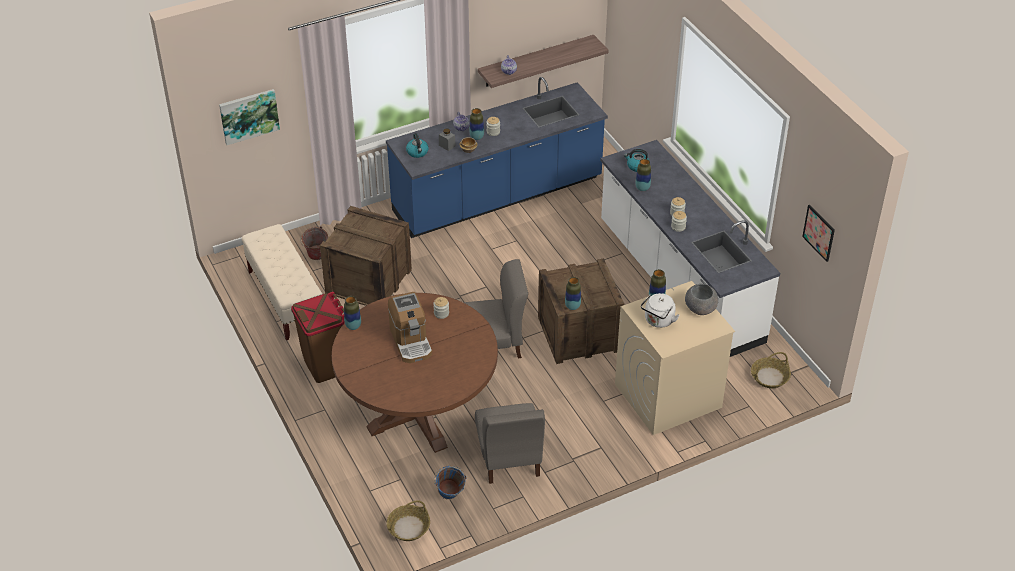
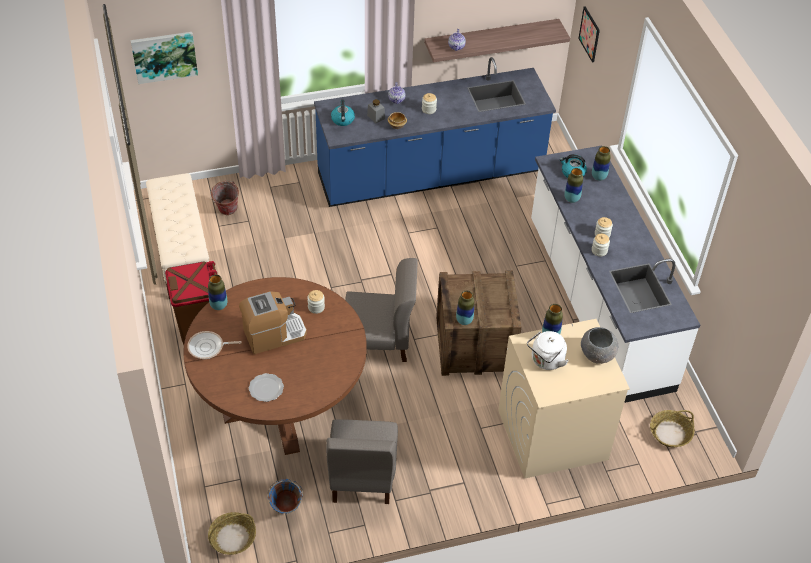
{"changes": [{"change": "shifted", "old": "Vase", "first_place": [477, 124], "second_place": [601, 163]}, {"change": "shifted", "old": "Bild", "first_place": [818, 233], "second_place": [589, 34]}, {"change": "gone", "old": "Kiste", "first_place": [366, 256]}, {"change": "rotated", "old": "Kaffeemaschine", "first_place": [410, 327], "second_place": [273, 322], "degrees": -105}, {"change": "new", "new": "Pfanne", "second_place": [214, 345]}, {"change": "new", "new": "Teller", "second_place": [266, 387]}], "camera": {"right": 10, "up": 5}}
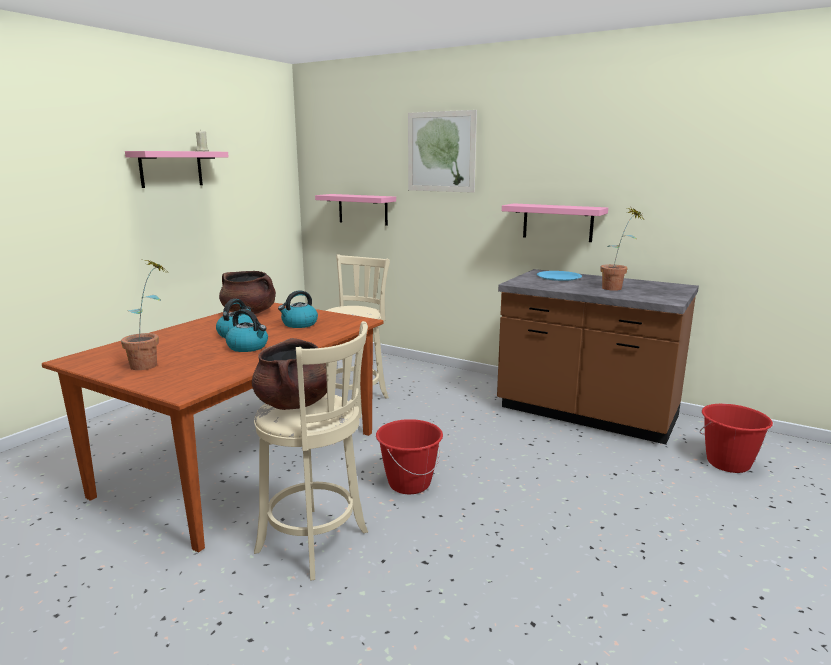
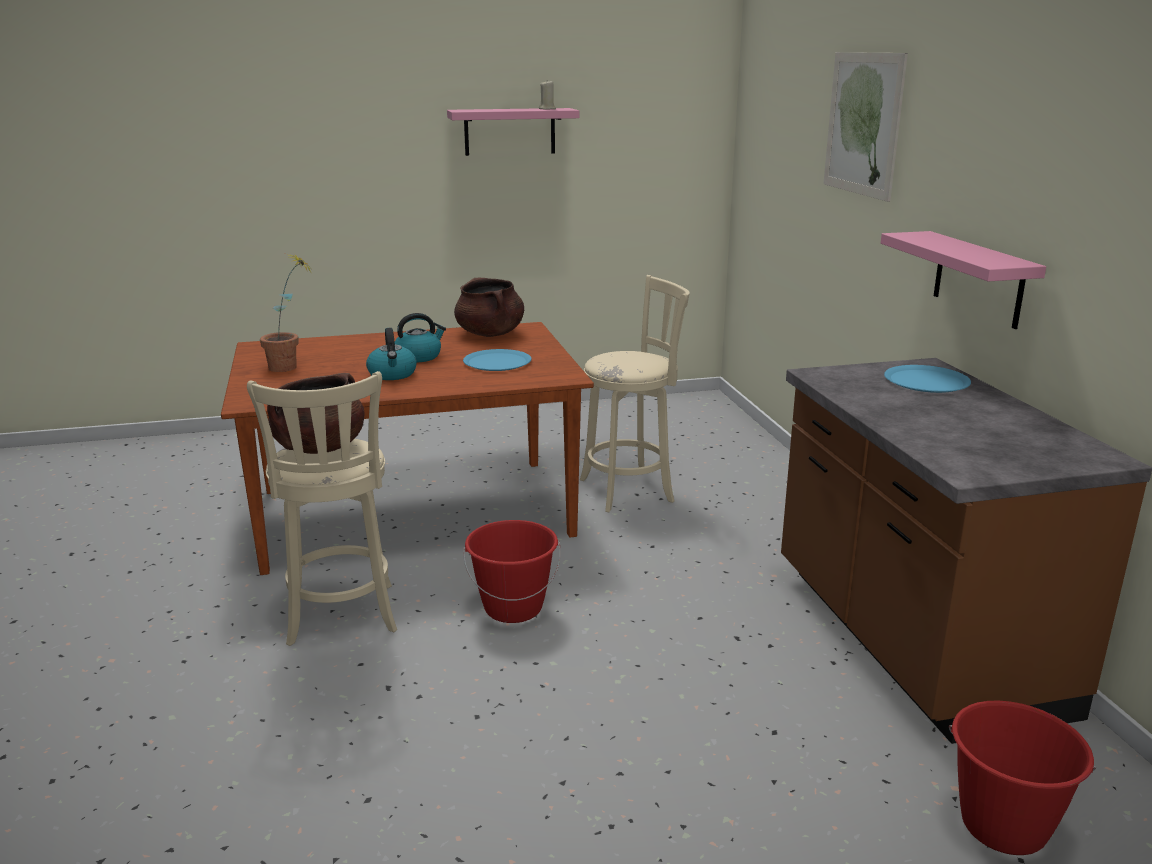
{"changes": [{"change": "gone", "old": "Wandregal (rosa)", "first_place": [355, 210]}, {"change": "gone", "old": "Topfpflanze", "first_place": [622, 249]}, {"change": "swapped", "old": "Wasserkessel", "new": "Teller (blau)", "first_place": [298, 309], "second_place": [497, 360]}], "camera": {"right": 45, "up": 5}}
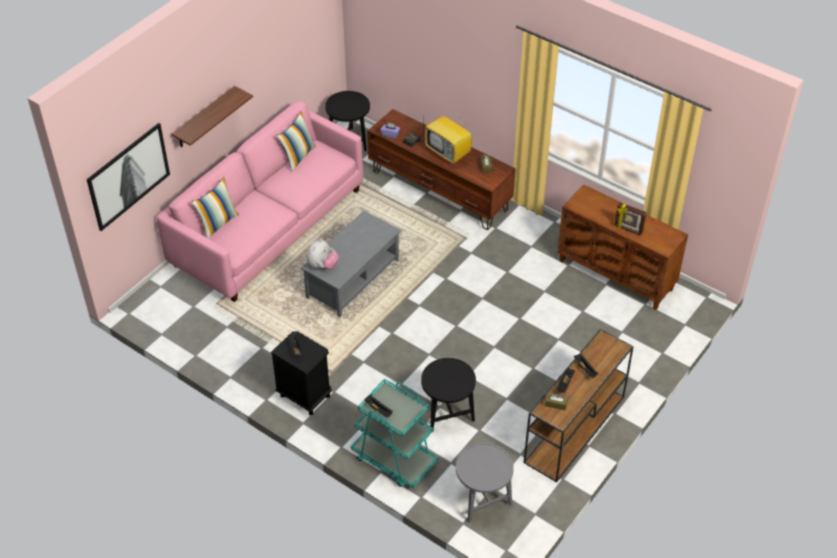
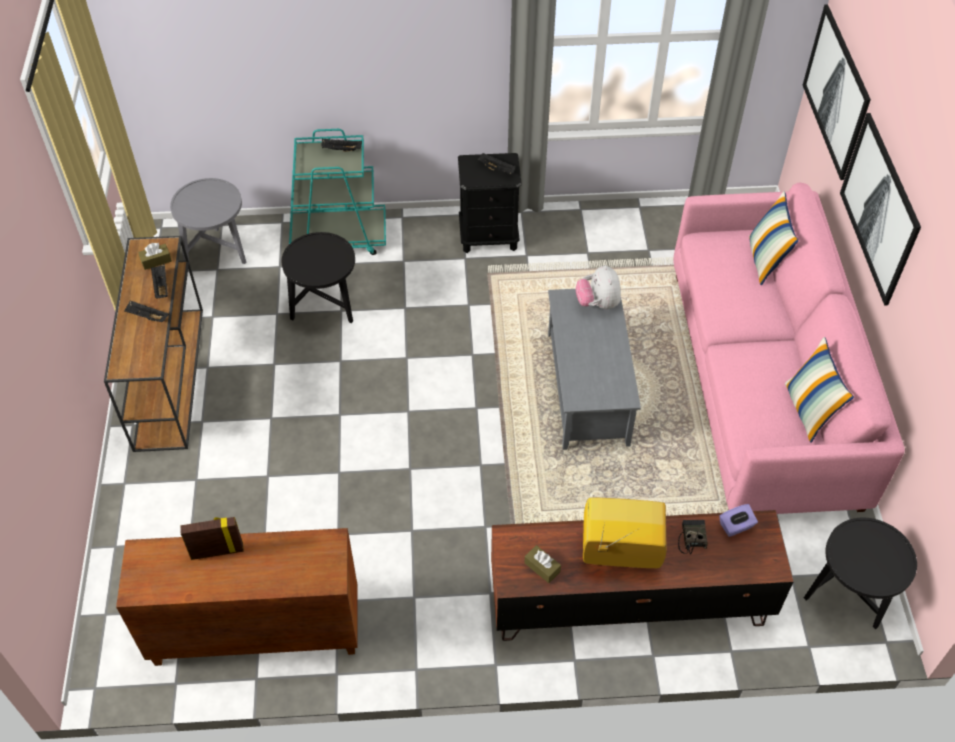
{"changes": [{"change": "swapped", "old": "Wandregal", "new": "Bild", "first_place": [212, 117], "second_place": [880, 209]}], "camera": {"right": 140, "up": 5}}
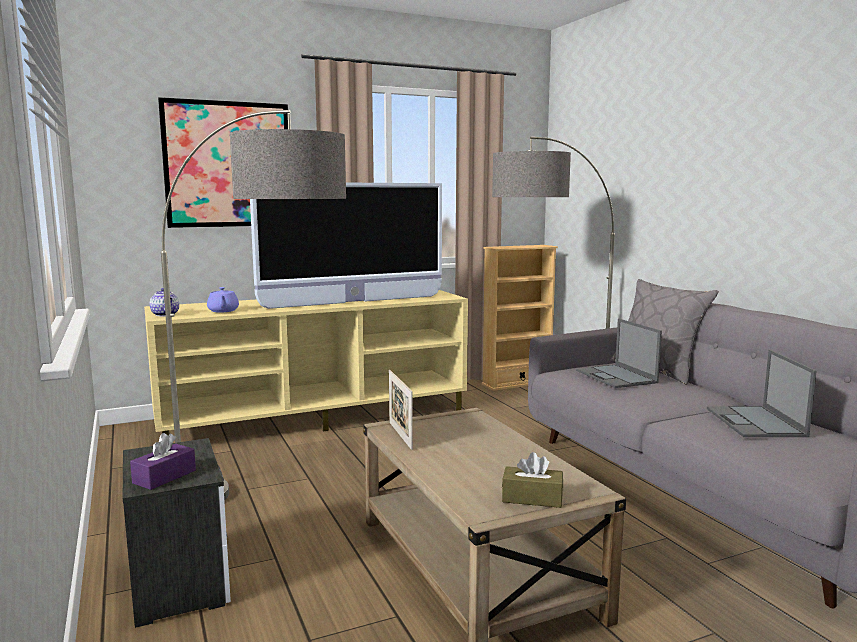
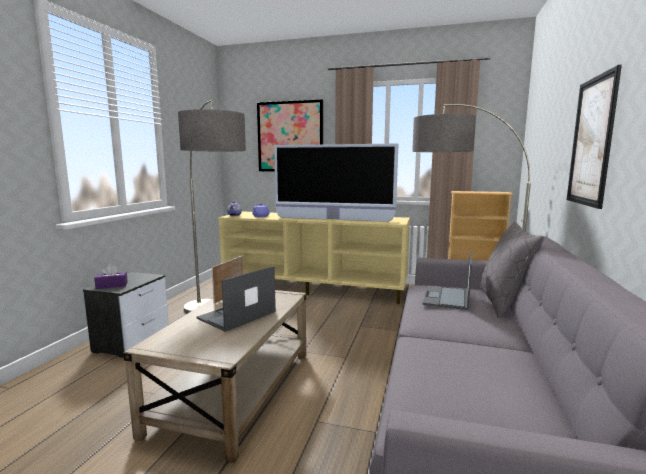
{"changes": [{"change": "shifted", "old": "Laptop", "first_place": [762, 393], "second_place": [236, 299]}, {"change": "gone", "old": "Taschentuchbox (braun)", "first_place": [532, 480]}, {"change": "new", "new": "Bild", "second_place": [594, 137]}], "camera": {"right": 40, "up": 0}}
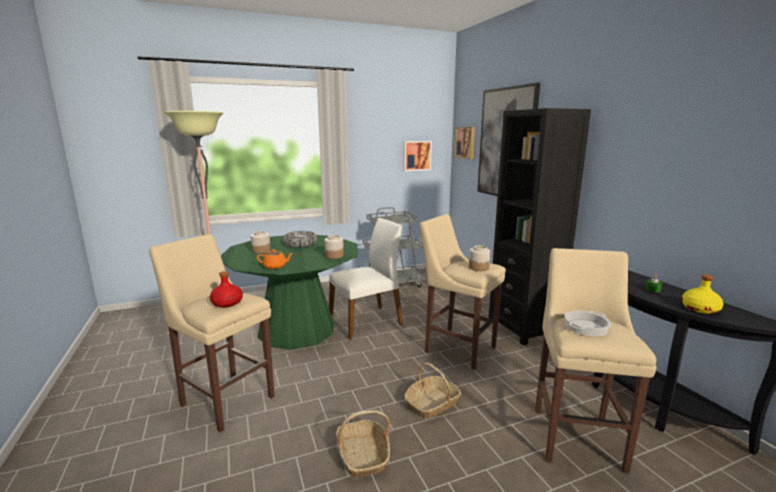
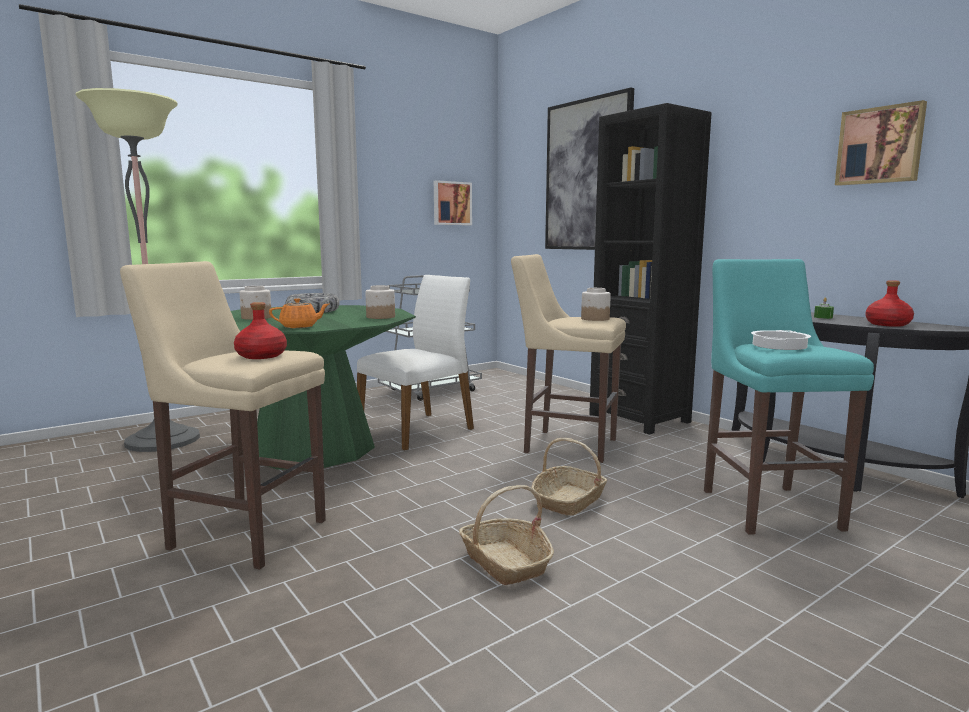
{"changes": [{"change": "shifted", "old": "Bild", "first_place": [464, 143], "second_place": [881, 143]}, {"change": "repainted", "old": "Hocker (beige)", "new": "Hocker (türkis)", "first_place": [595, 361], "second_place": [789, 397]}, {"change": "repainted", "old": "Flasche (gelb)", "new": "Flasche (rot)", "first_place": [703, 294], "second_place": [889, 303]}], "camera": {"right": -15, "up": -5}}
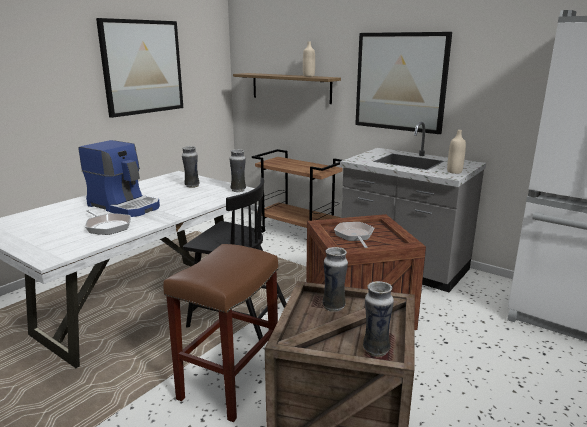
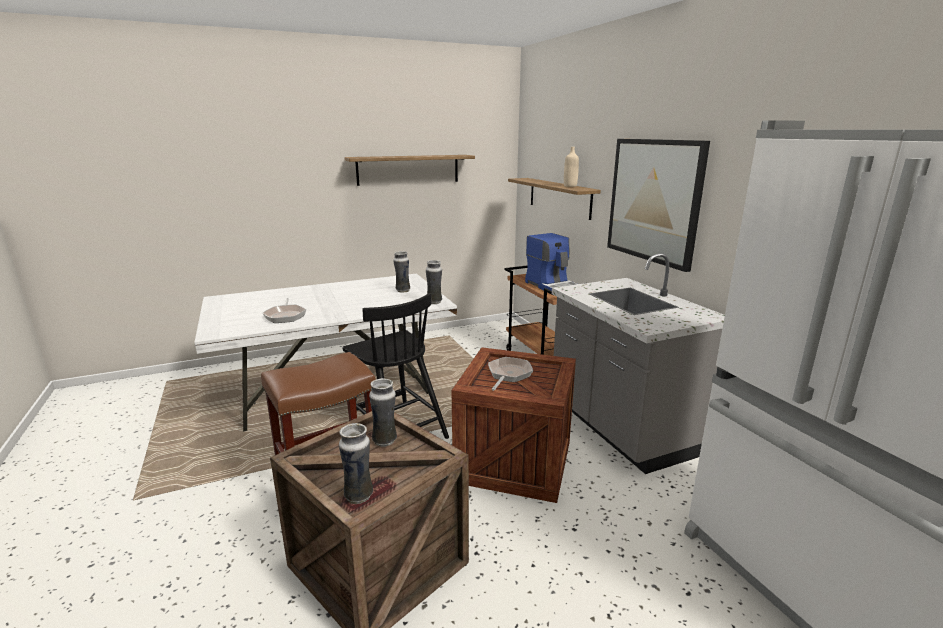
{"changes": [{"change": "swapped", "old": "Bild", "new": "Wandregal", "first_place": [139, 68], "second_place": [409, 170]}, {"change": "gone", "old": "Flasche (beige)", "first_place": [456, 152]}, {"change": "shifted", "old": "Kaffeemaschine", "first_place": [119, 178], "second_place": [551, 262]}], "camera": {"right": 30, "up": 0}}
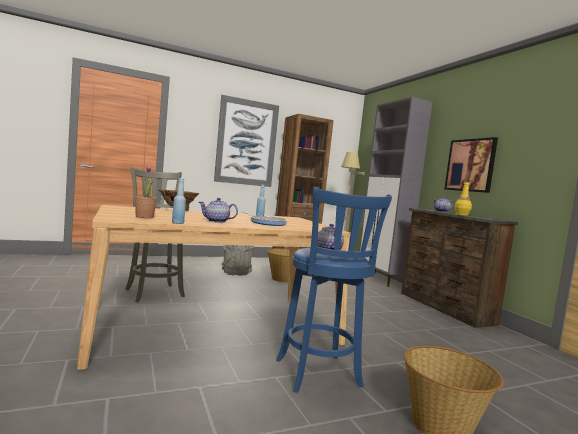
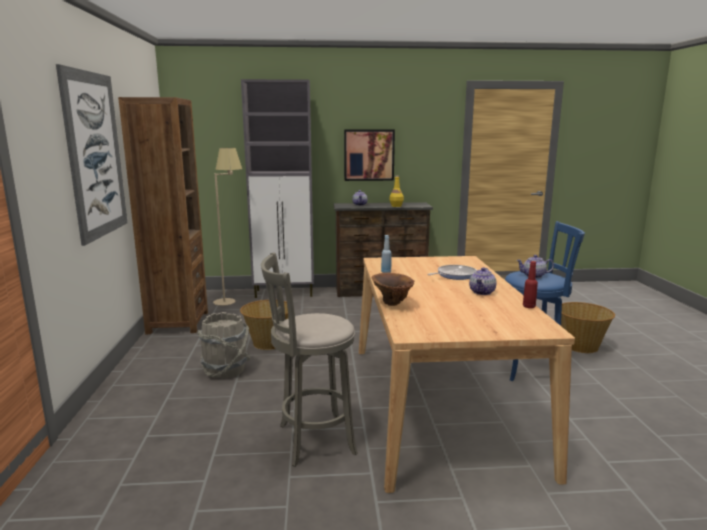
{"changes": [{"change": "gone", "old": "Topfpflanze", "first_place": [146, 192]}, {"change": "repainted", "old": "Flasche (blau)", "new": "Flasche (rot)", "first_place": [179, 201], "second_place": [530, 284]}], "camera": {"right": -70, "up": 10}}
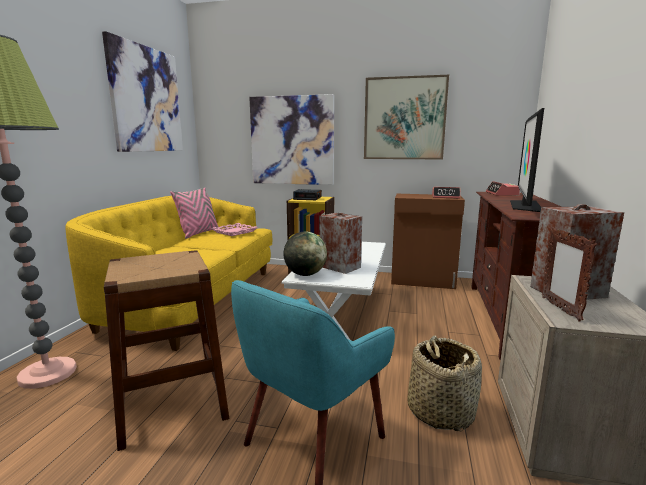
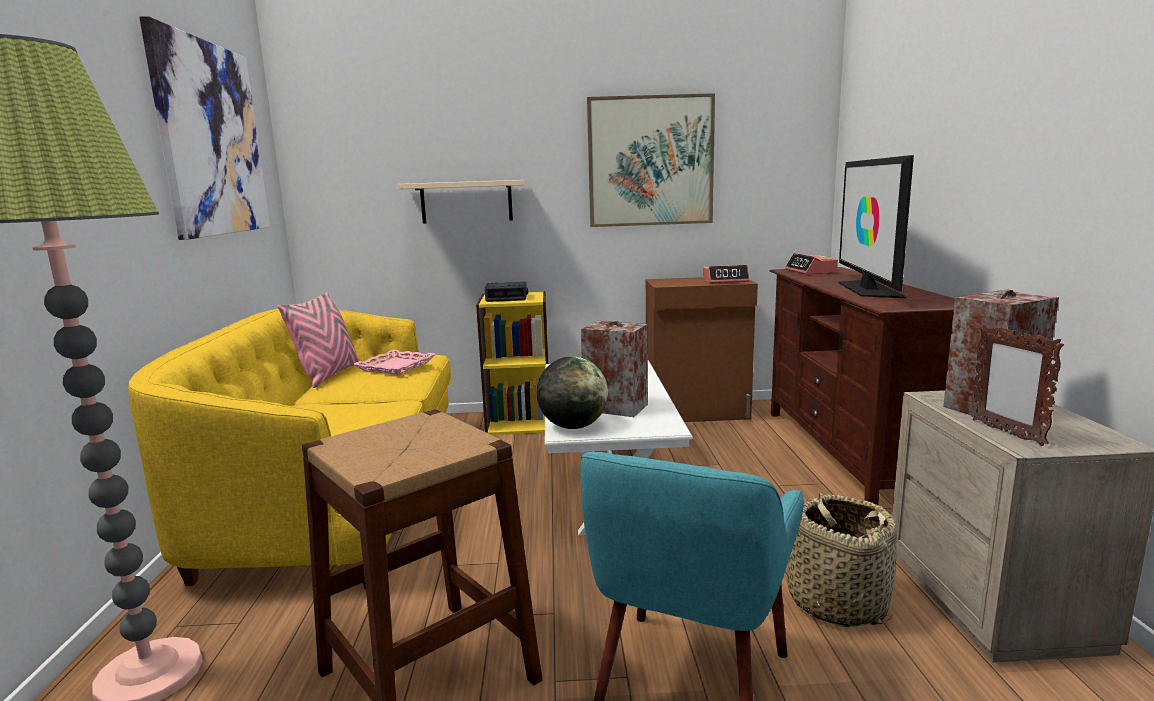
{"changes": [{"change": "swapped", "old": "Bild", "new": "Wandregal (beige)", "first_place": [291, 139], "second_place": [461, 202]}], "camera": {"right": -15, "up": 0}}
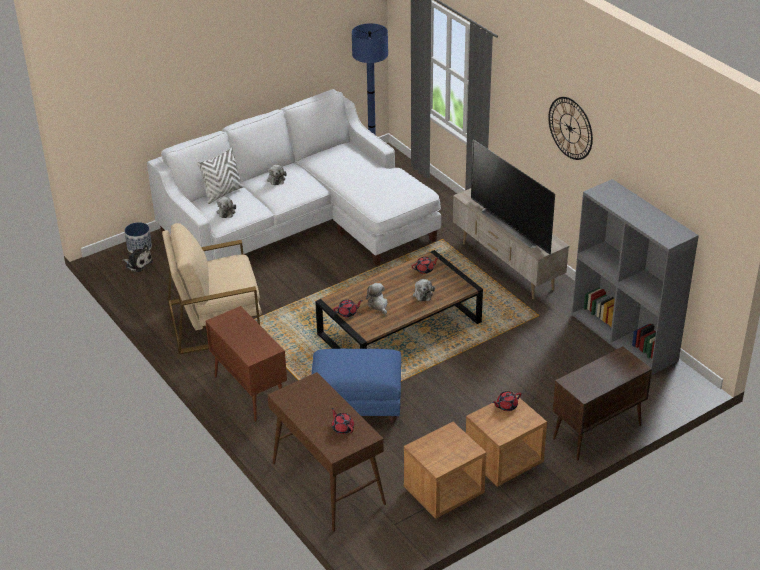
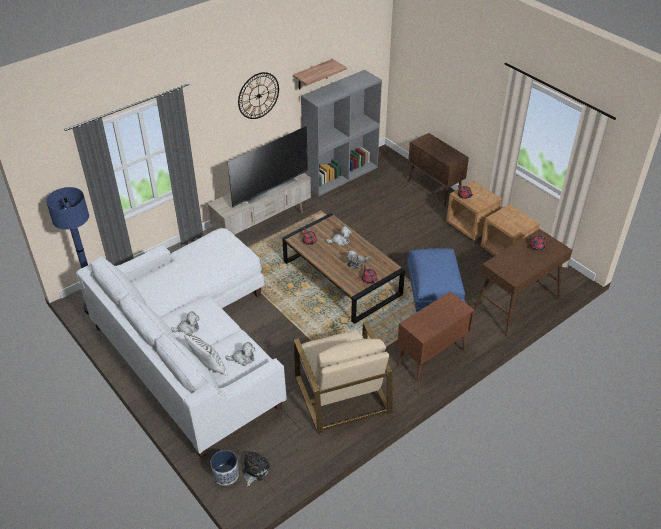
{"changes": [{"change": "new", "new": "Wandregal", "second_place": [320, 74]}], "camera": {"right": -95, "up": 5}}
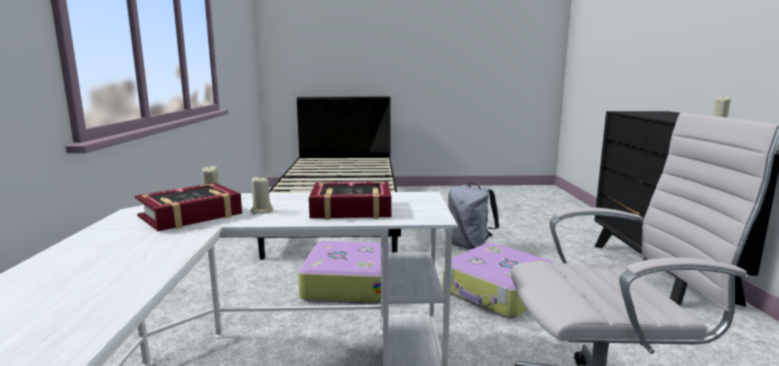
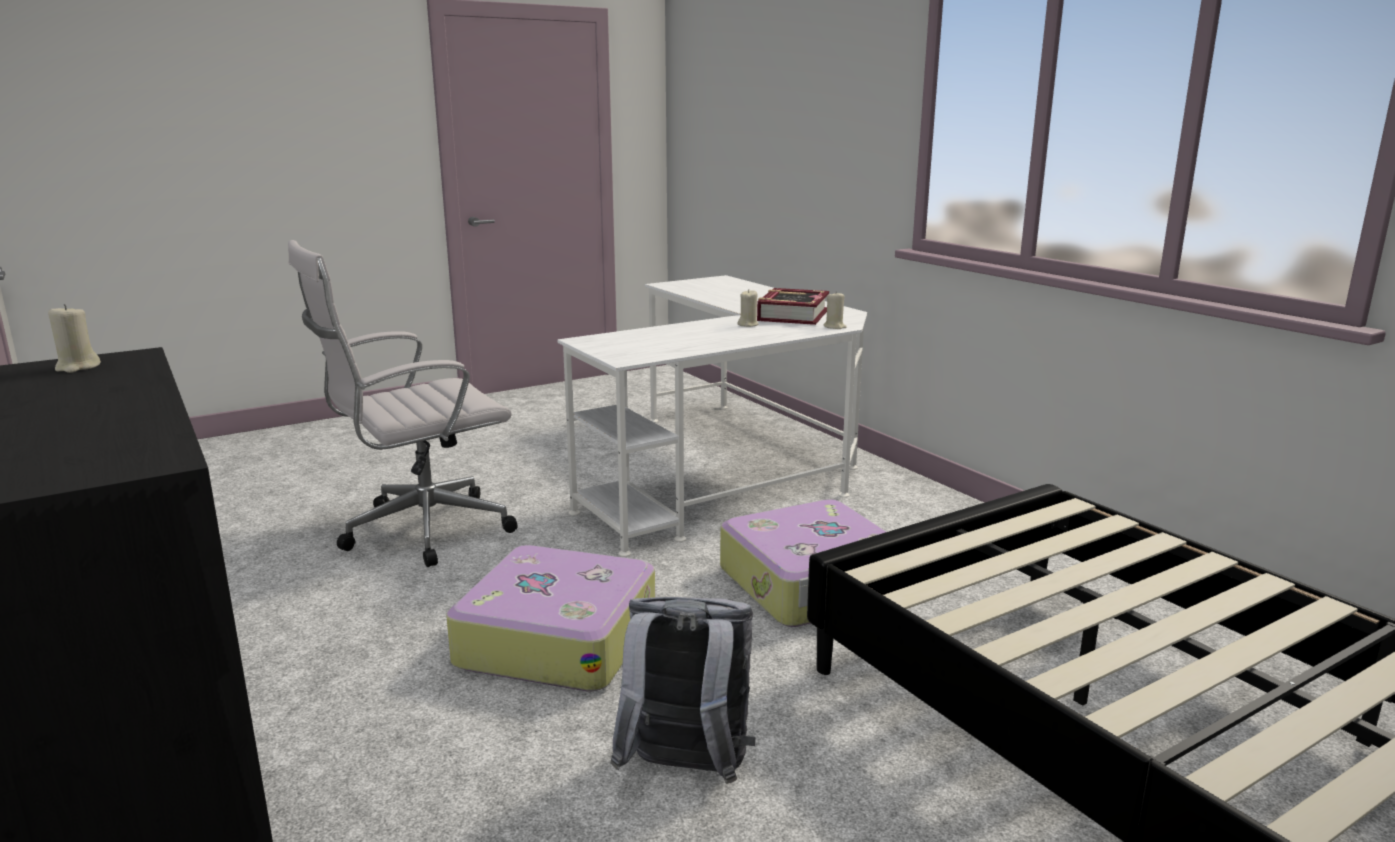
{"changes": [{"change": "gone", "old": "Buch", "first_place": [350, 200]}], "camera": {"right": 150, "up": 5}}
